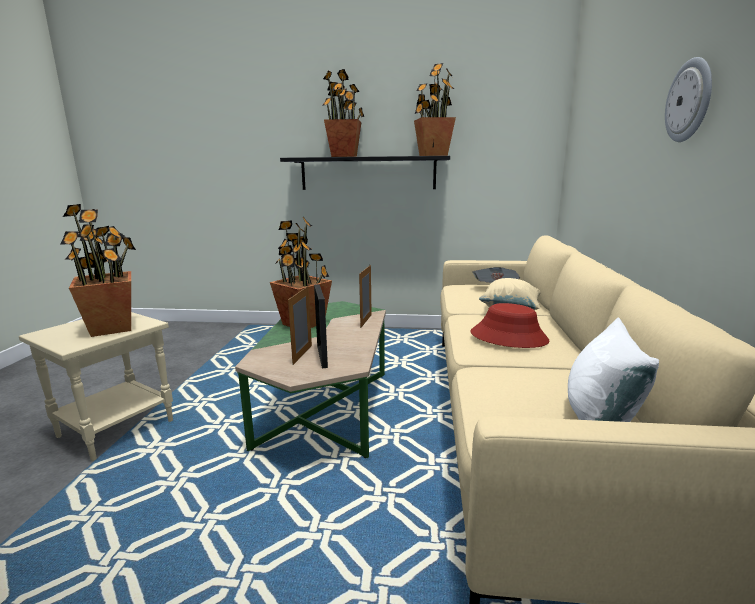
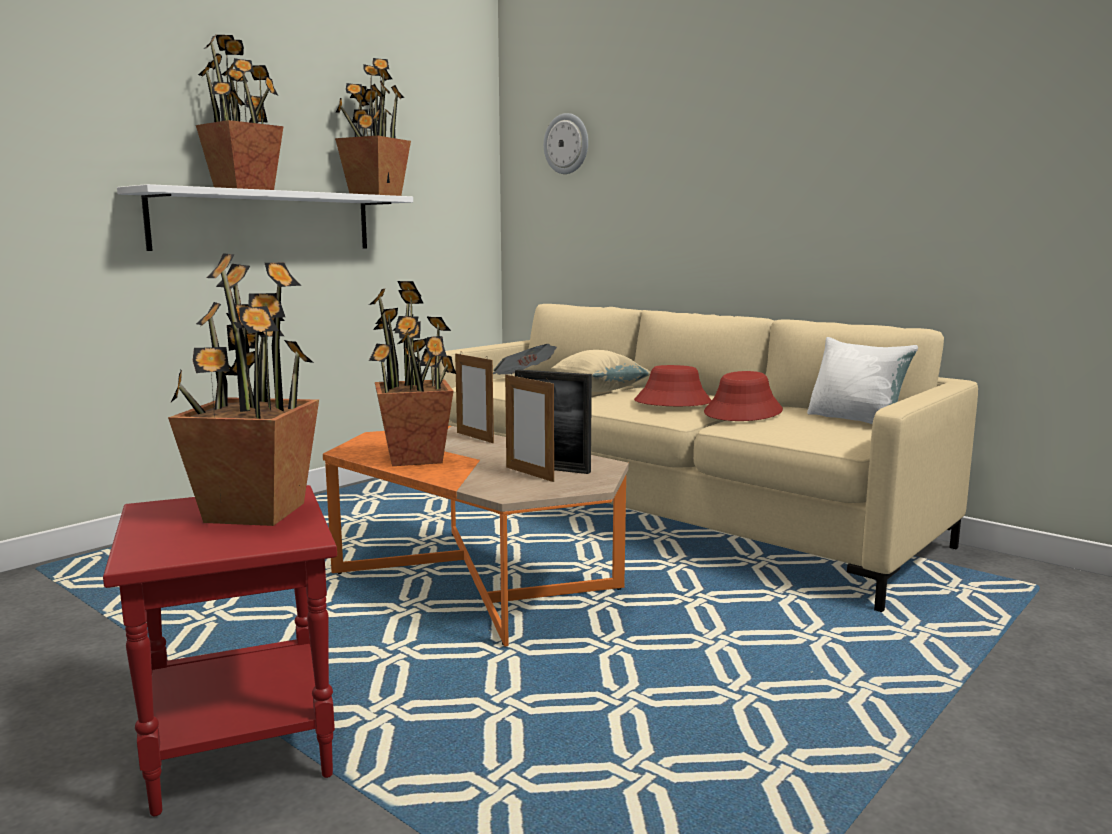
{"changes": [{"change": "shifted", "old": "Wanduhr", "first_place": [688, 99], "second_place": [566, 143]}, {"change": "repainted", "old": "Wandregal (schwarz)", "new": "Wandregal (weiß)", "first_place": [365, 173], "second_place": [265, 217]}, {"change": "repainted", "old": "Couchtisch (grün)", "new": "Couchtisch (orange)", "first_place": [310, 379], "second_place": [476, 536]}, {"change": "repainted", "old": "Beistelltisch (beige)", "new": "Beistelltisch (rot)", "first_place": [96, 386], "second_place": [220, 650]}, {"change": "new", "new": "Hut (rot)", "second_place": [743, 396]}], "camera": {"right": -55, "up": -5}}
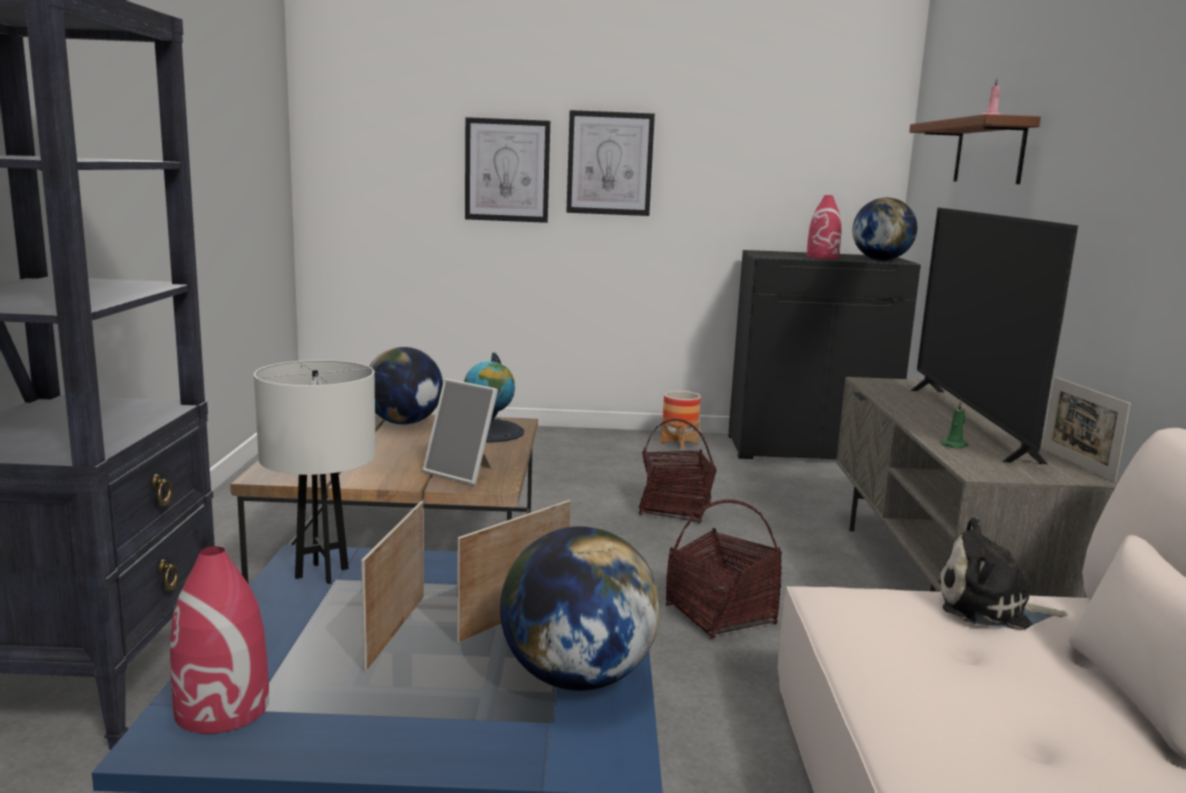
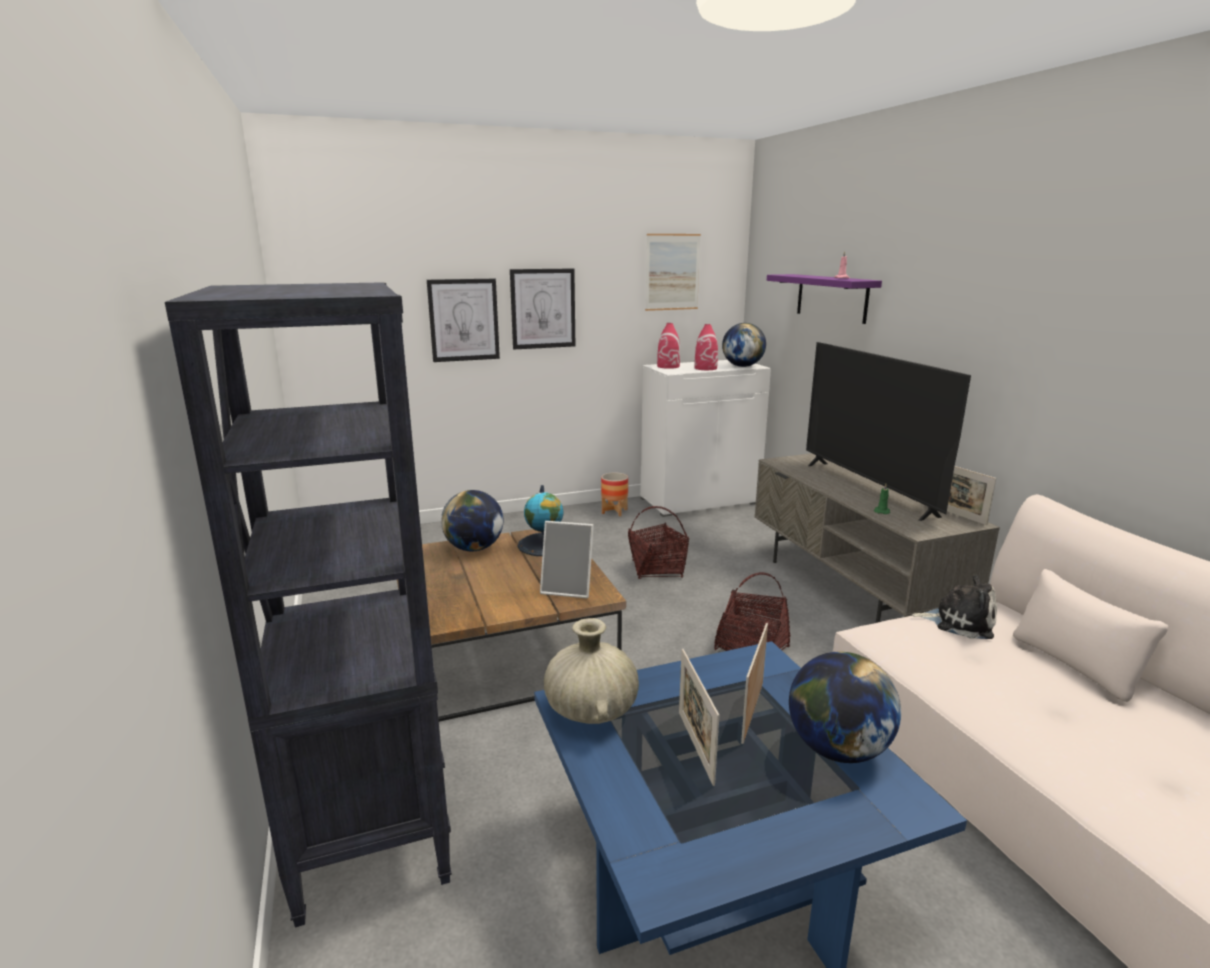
{"changes": [{"change": "repainted", "old": "Wandregal (braun)", "new": "Wandregal (lila)", "first_place": [975, 149], "second_place": [824, 299]}, {"change": "repainted", "old": "Schrank (schwarz)", "new": "Schrank (weiß)", "first_place": [824, 354], "second_place": [705, 438]}, {"change": "swapped", "old": "Tischlampe (weiß)", "new": "Vase (beige)", "first_place": [315, 472], "second_place": [591, 671]}, {"change": "rotated", "old": "Plüschtier", "first_place": [1002, 573], "second_place": [954, 606], "degrees": -150}, {"change": "shifted", "old": "Vase (rot)", "first_place": [219, 640], "second_place": [668, 346]}, {"change": "new", "new": "Bild", "second_place": [673, 272]}], "camera": {"right": -20, "up": 5}}
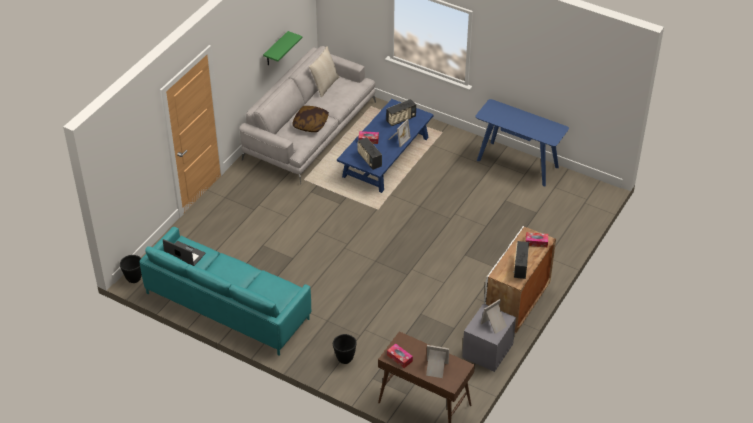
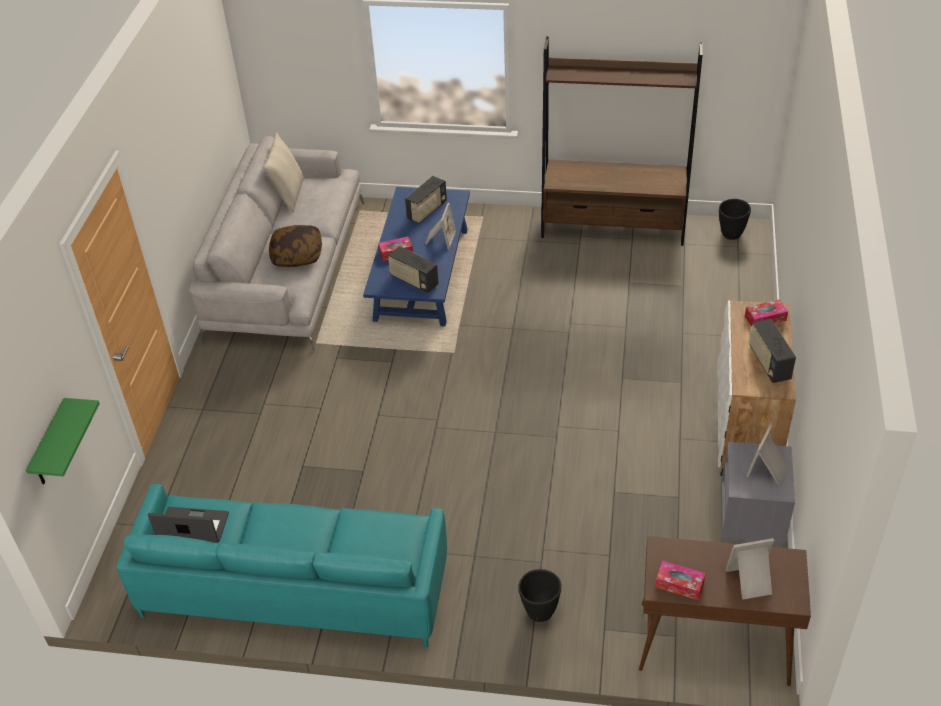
{"changes": [{"change": "shifted", "old": "Wandregal (grün)", "first_place": [283, 48], "second_place": [63, 441]}, {"change": "swapped", "old": "Konsolentisch (blau)", "new": "Bücherregal (braun)", "first_place": [522, 143], "second_place": [622, 141]}, {"change": "shifted", "old": "Pflanzkübel (schwarz)", "first_place": [131, 269], "second_place": [735, 219]}], "camera": {"right": -20, "up": 0}}
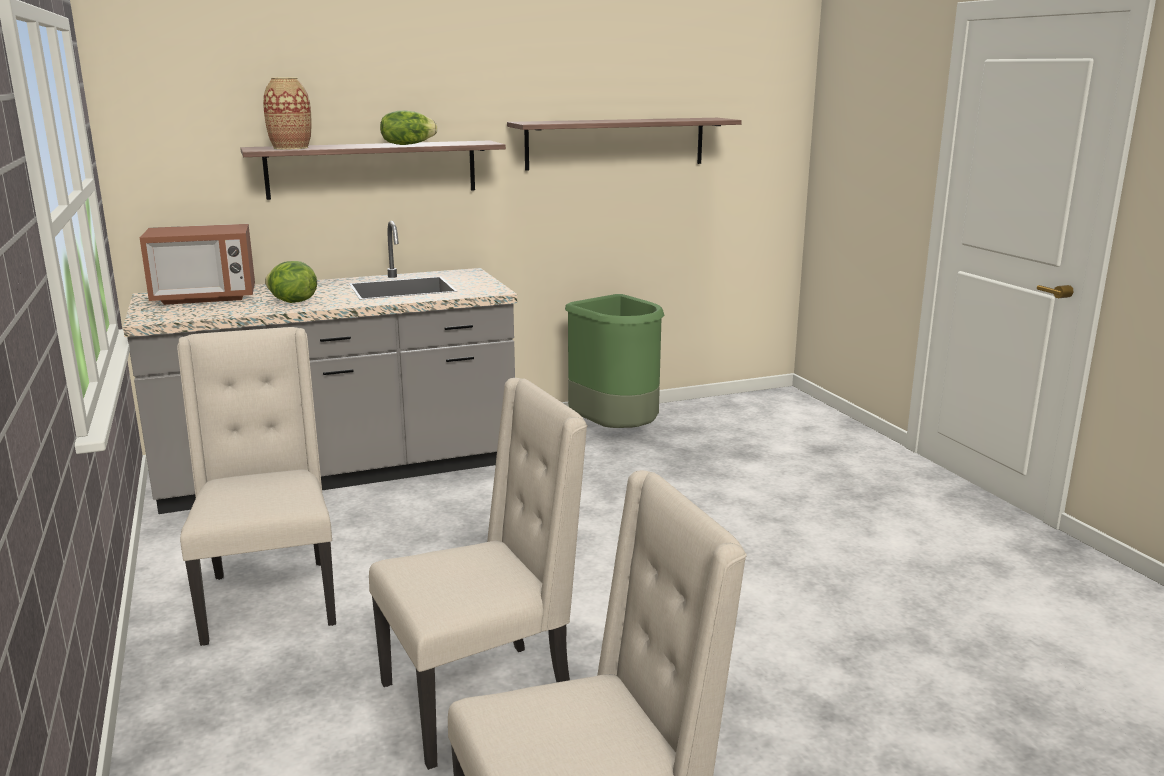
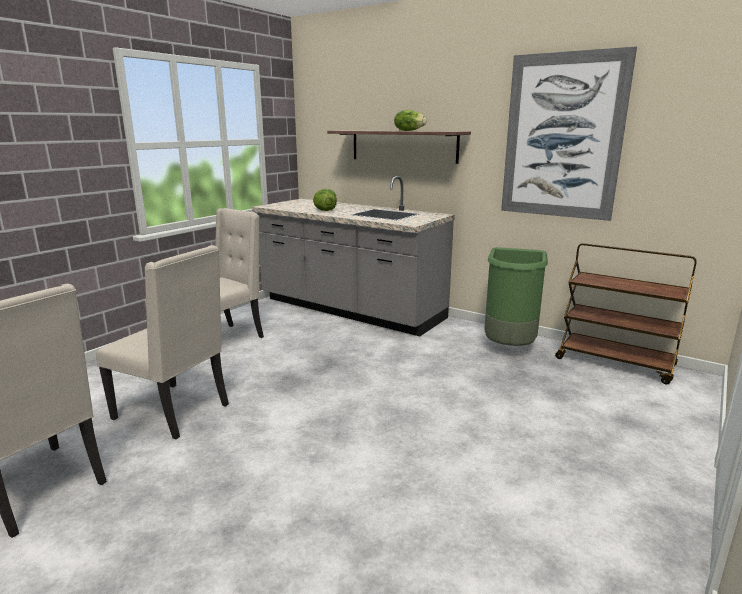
{"changes": [{"change": "gone", "old": "Vase", "first_place": [287, 113]}, {"change": "swapped", "old": "Wandregal", "new": "Bild", "first_place": [624, 144], "second_place": [569, 133]}, {"change": "gone", "old": "Mikrowelle", "first_place": [197, 264]}, {"change": "new", "new": "Rollwagen (braun)", "second_place": [625, 313]}], "camera": {"right": 55, "up": 0}}
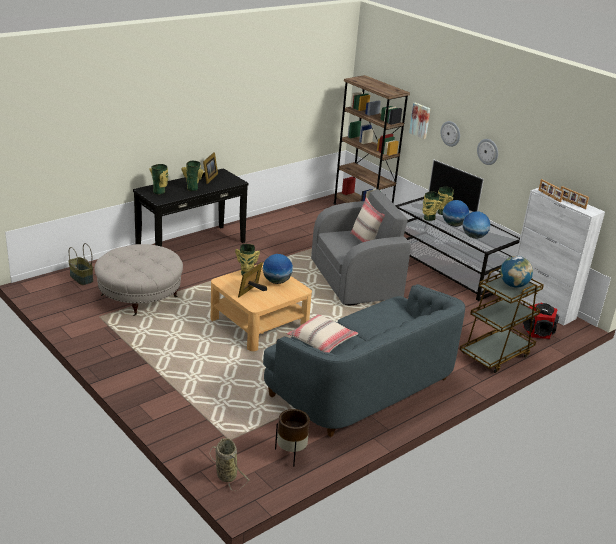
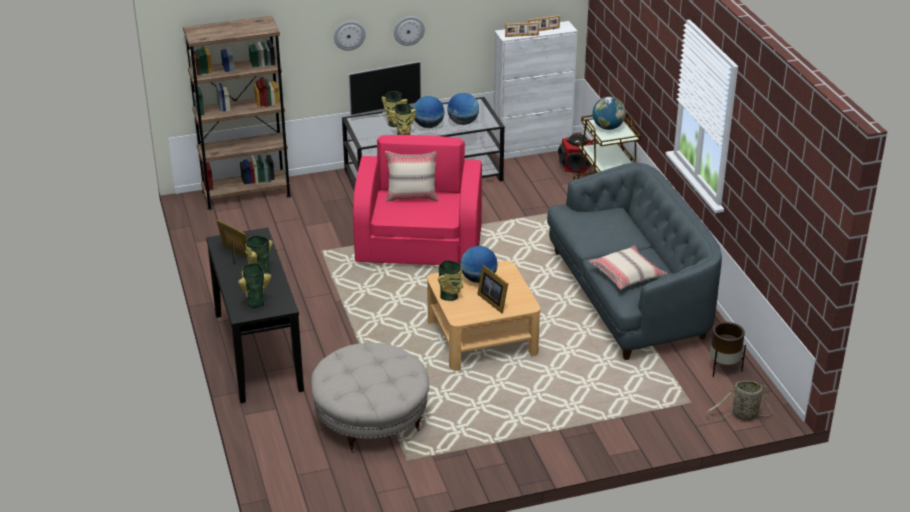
{"changes": [{"change": "gone", "old": "Bild", "first_place": [420, 121]}, {"change": "repainted", "old": "Sessel (grau)", "new": "Sessel (rosa)", "first_place": [361, 247], "second_place": [417, 200]}, {"change": "gone", "old": "Korb", "first_place": [80, 264]}], "camera": {"right": -65, "up": 5}}
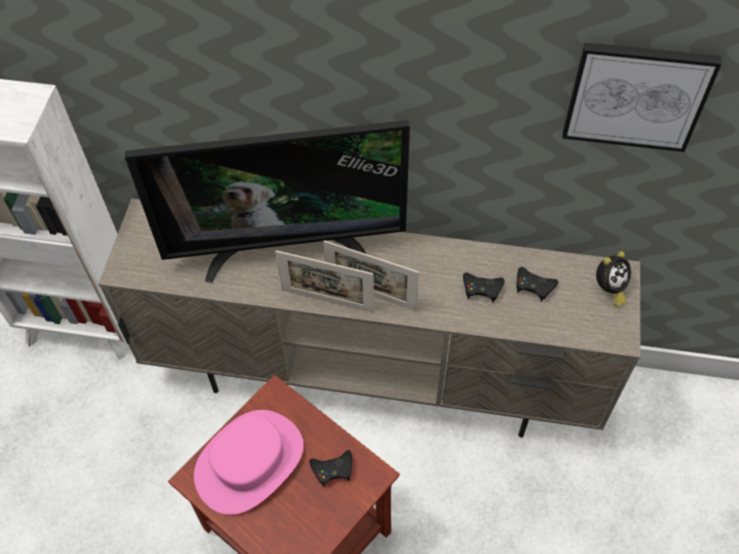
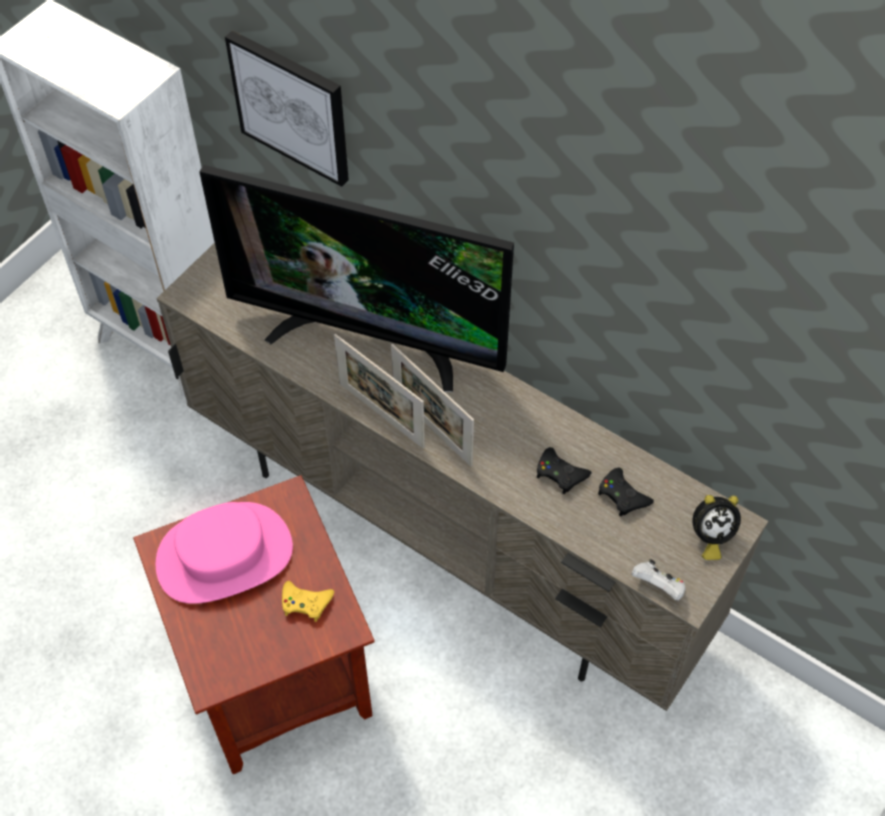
{"changes": [{"change": "shifted", "old": "Bild", "first_place": [642, 97], "second_place": [287, 108]}, {"change": "repainted", "old": "Gamepad (schwarz)", "new": "Gamepad (gelb)", "first_place": [330, 468], "second_place": [308, 601]}, {"change": "new", "new": "Gamepad (weiß)", "second_place": [658, 580]}], "camera": {"right": 25, "up": 0}}
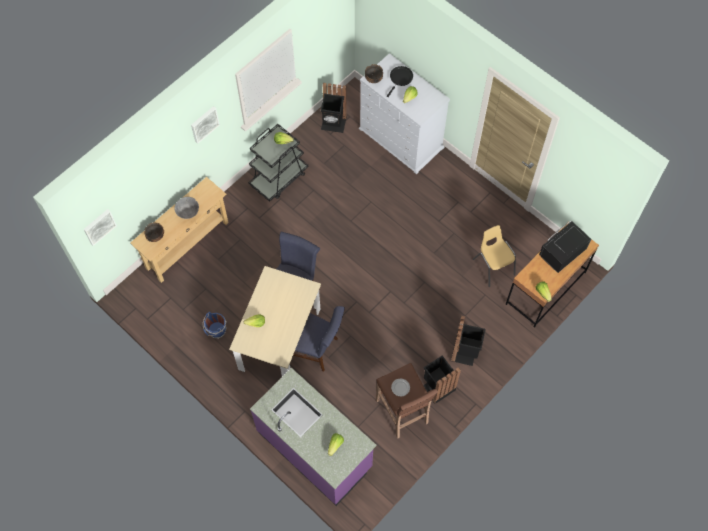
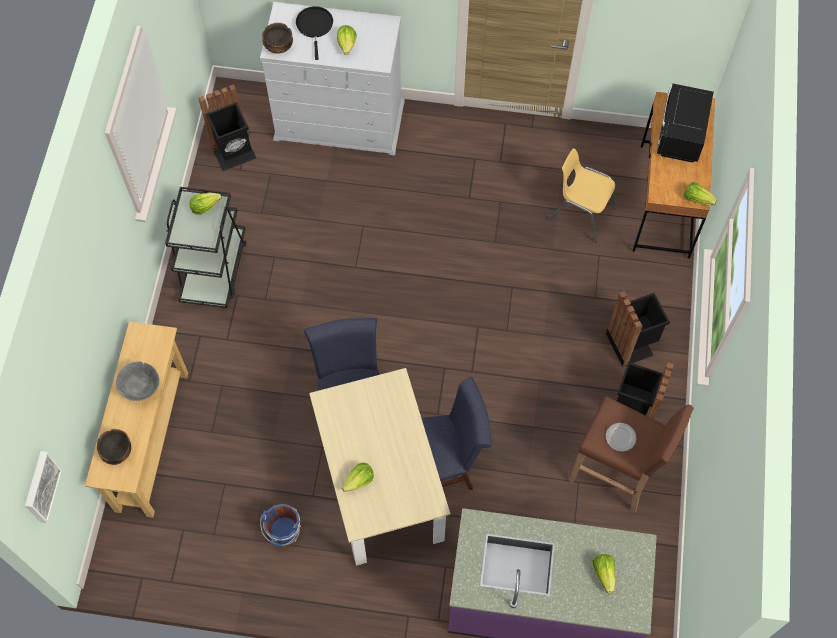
{"changes": [{"change": "gone", "old": "Bild", "first_place": [205, 125]}], "camera": {"right": -35, "up": 0}}
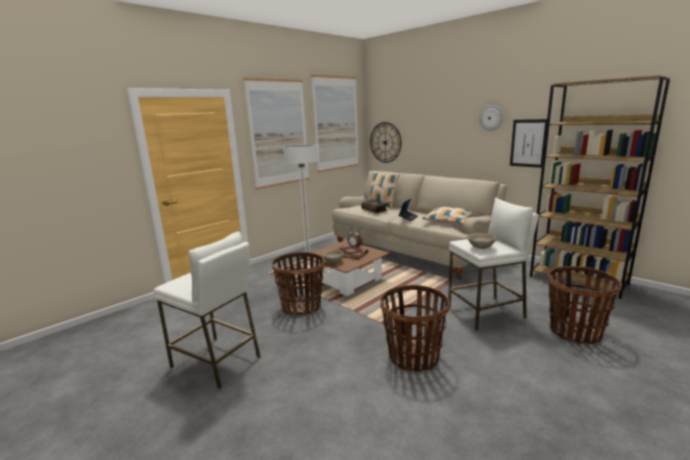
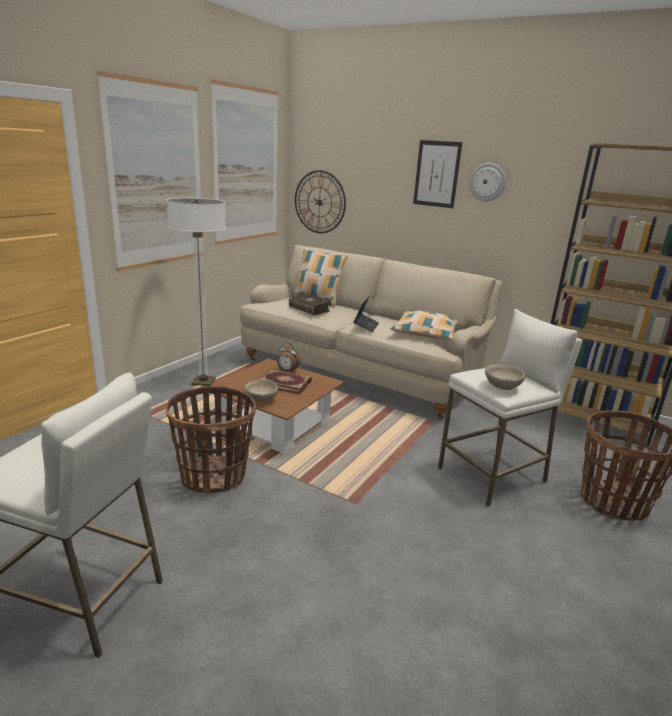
{"changes": [{"change": "shifted", "old": "Bild", "first_place": [528, 143], "second_place": [437, 174]}, {"change": "gone", "old": "Korb", "first_place": [415, 328]}], "camera": {"right": -15, "up": 5}}
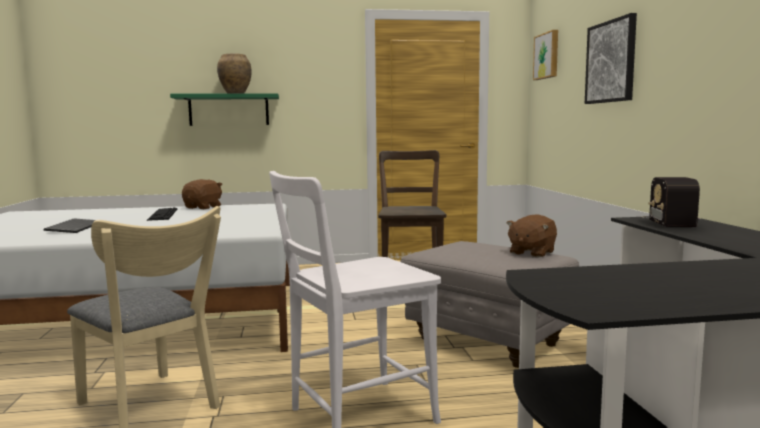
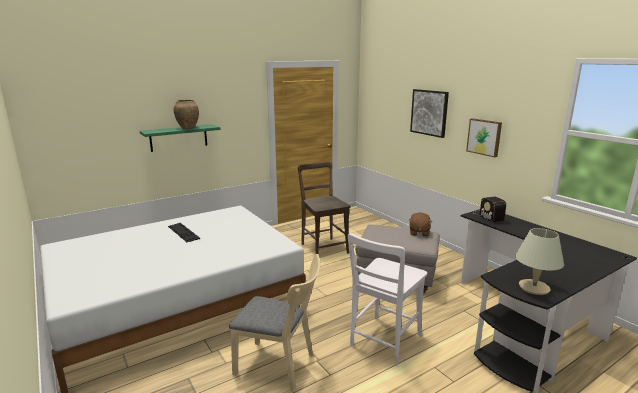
{"changes": [{"change": "shifted", "old": "Bild", "first_place": [545, 55], "second_place": [484, 137]}, {"change": "gone", "old": "Plüschtier (braun)", "first_place": [202, 194]}, {"change": "gone", "old": "Tastatur", "first_place": [69, 225]}, {"change": "new", "new": "Tischlampe (beige)", "second_place": [539, 261]}], "camera": {"right": -25, "up": 10}}
